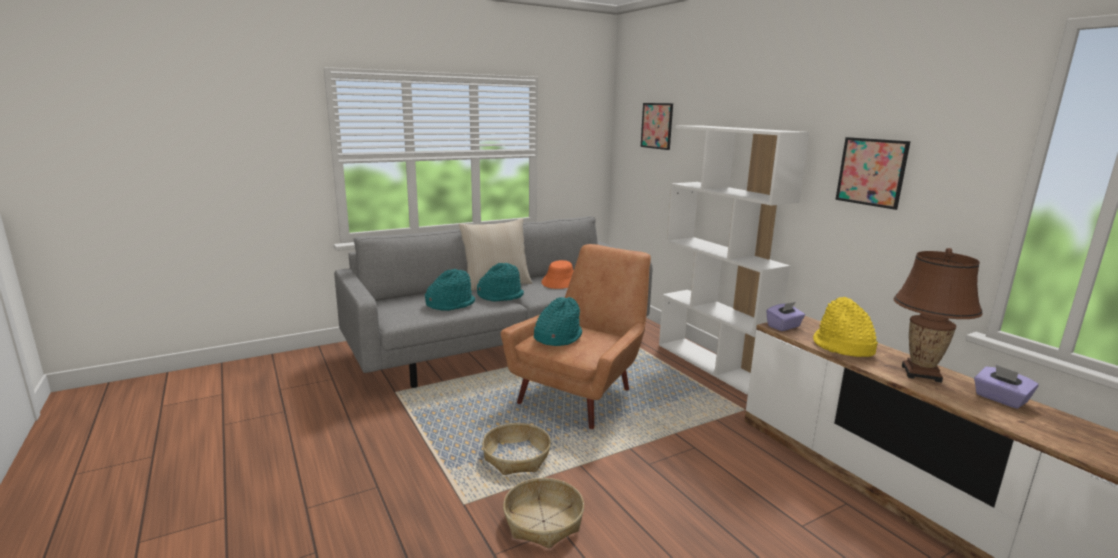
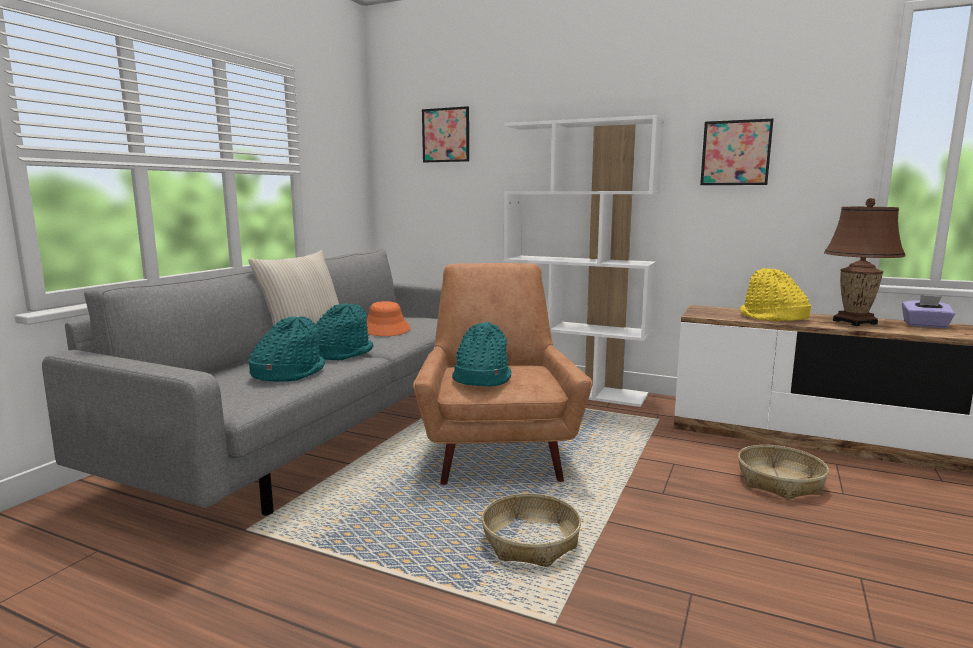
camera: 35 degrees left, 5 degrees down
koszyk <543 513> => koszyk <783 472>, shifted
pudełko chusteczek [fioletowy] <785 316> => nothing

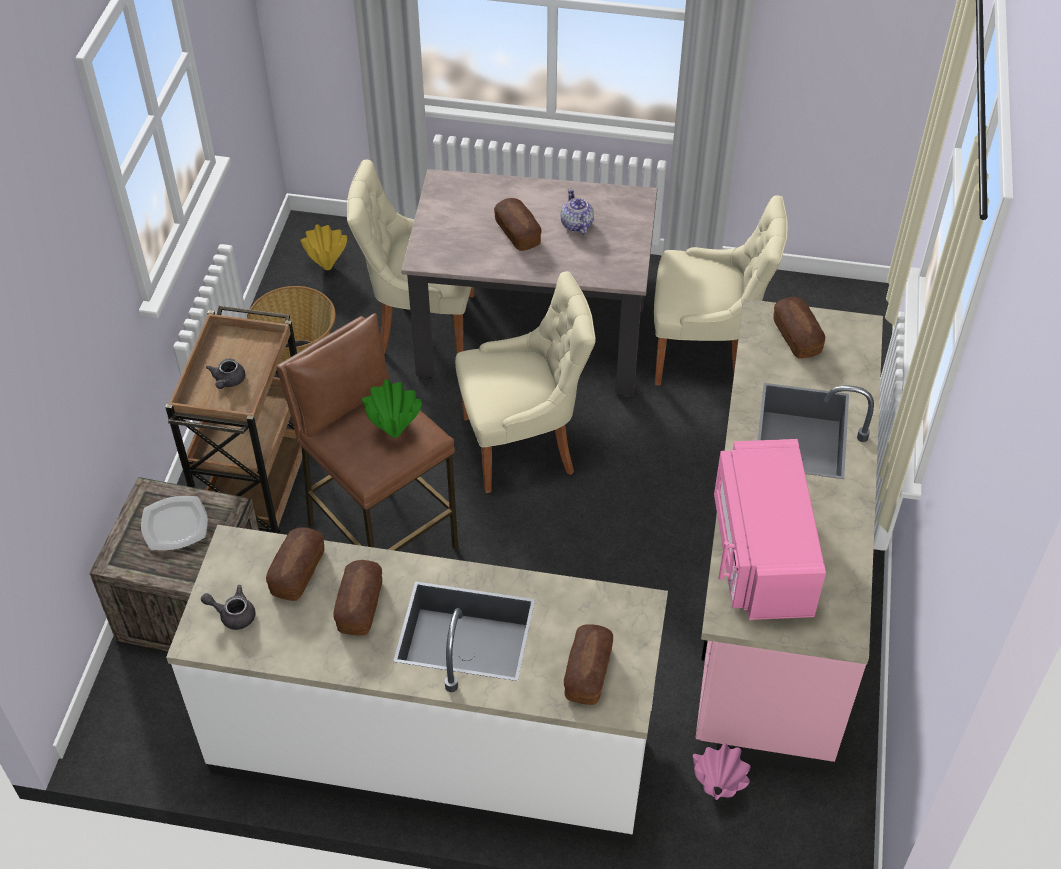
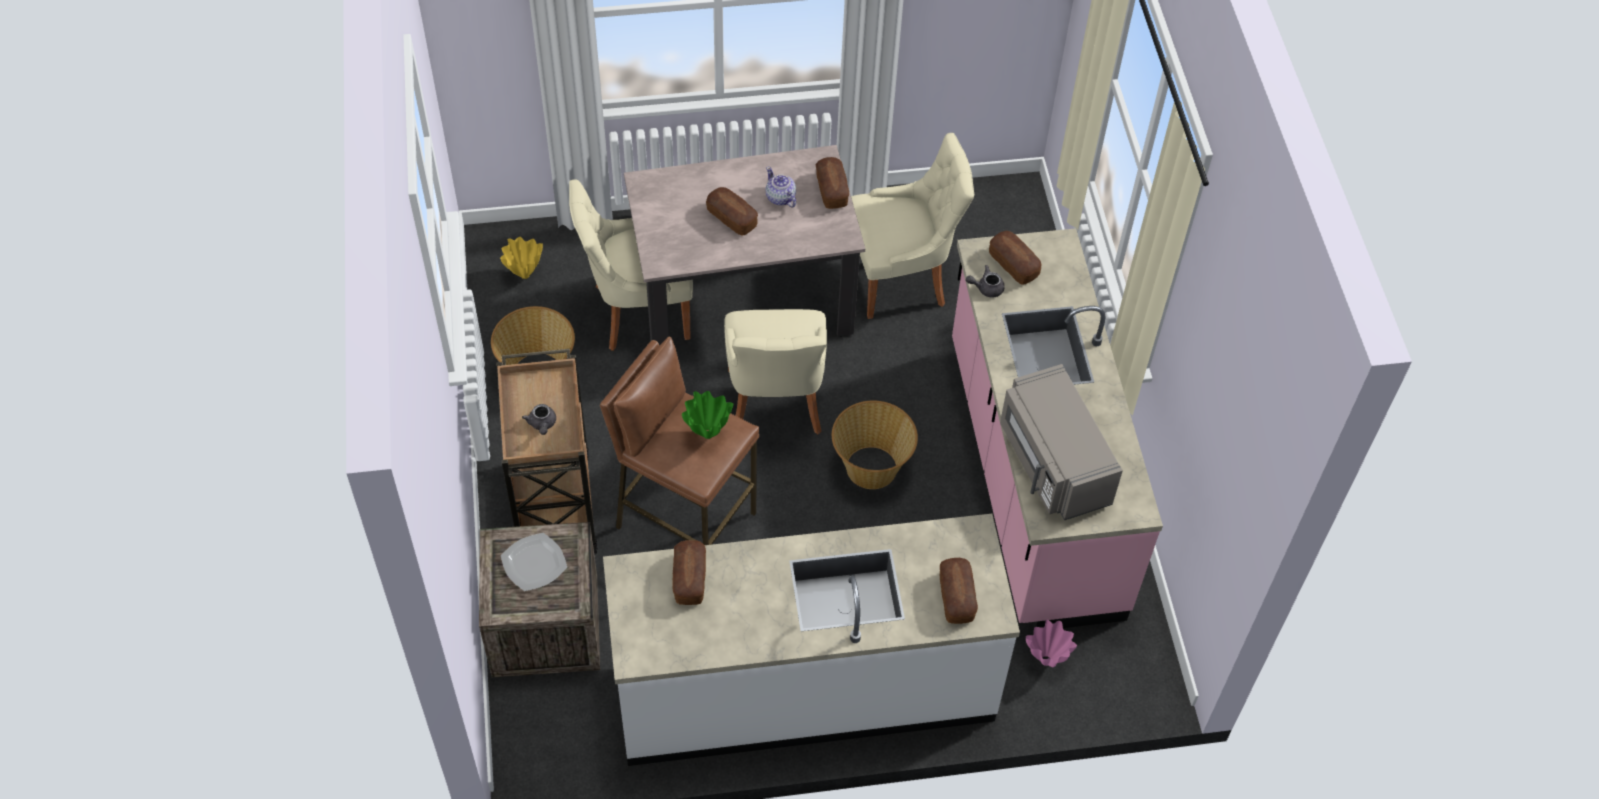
camera: 20 degrees left, 5 degrees up
krzesło [beżowy] <525 382> => krzesło [beżowy] <775 371>, 120 degrees clockwise
chleb <357 598> => chleb <832 183>, shifted
nothing => koszyk <875 445>
imbryk [szary] <228 607> => imbryk [szary] <985 281>, shifted
mikrofalówka [różowy] <770 529> => mikrofalówka [szary] <1061 442>

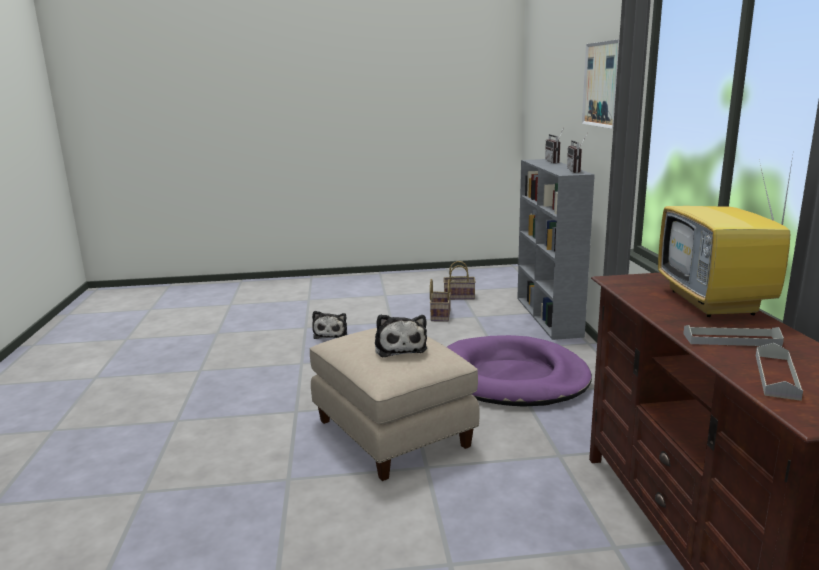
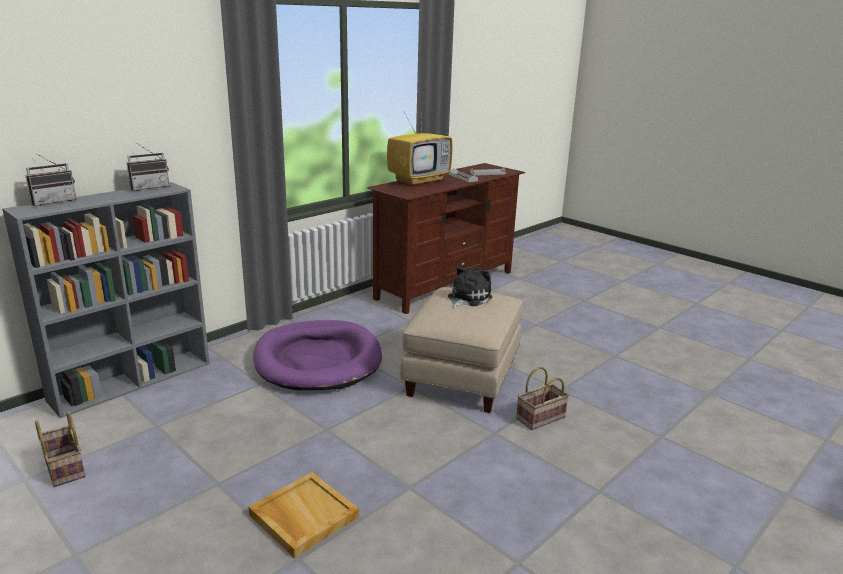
camera: 130 degrees left, 5 degrees up
pluszak <329 325> => taca [beżowy] <303 515>
koszyk <440 300> => koszyk <542 398>, shifted
obraz <600 84> => nothing

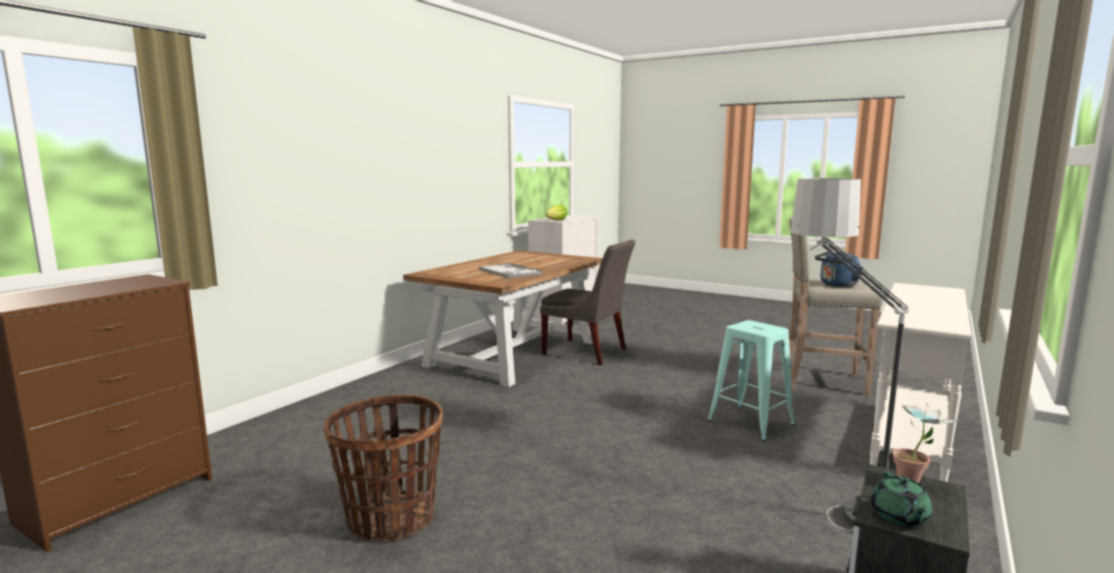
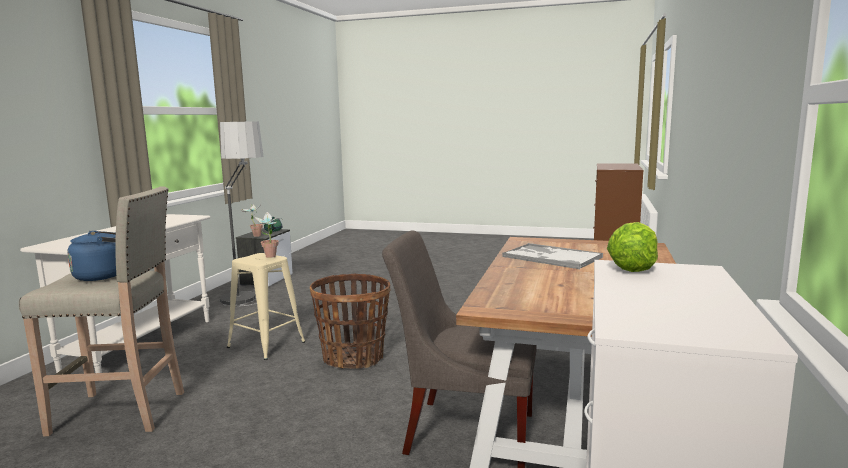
camera: 165 degrees right, 0 degrees up
stołek [turkusowy] <751 381> => stołek [beżowy] <266 306>
nothing => roślina doniczkowa <267 235>
koszyk <383 468> => koszyk <350 321>, shifted

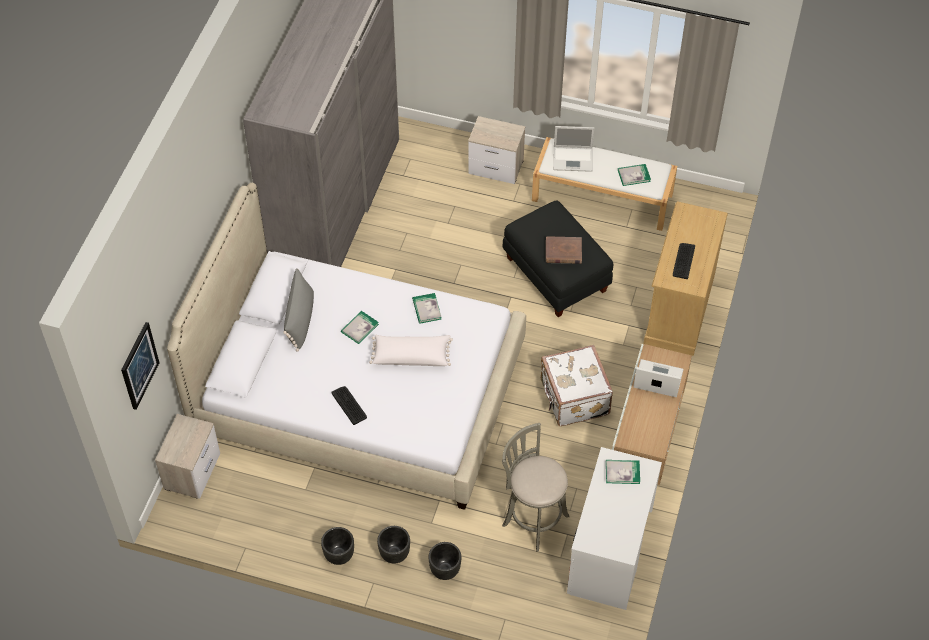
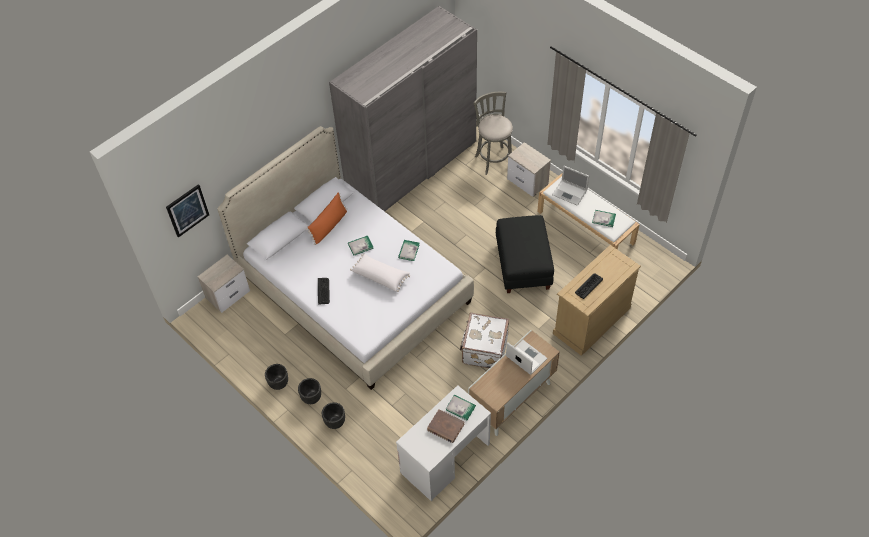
camera: 30 degrees right, 0 degrees up
poduszka [szary] <298 310> => poduszka [pomarańczowy] <326 219>
książka [brązowy] <564 250> => książka [brązowy] <446 426>, shifted
stołek [szary] <536 487> => stołek [szary] <493 133>, shifted

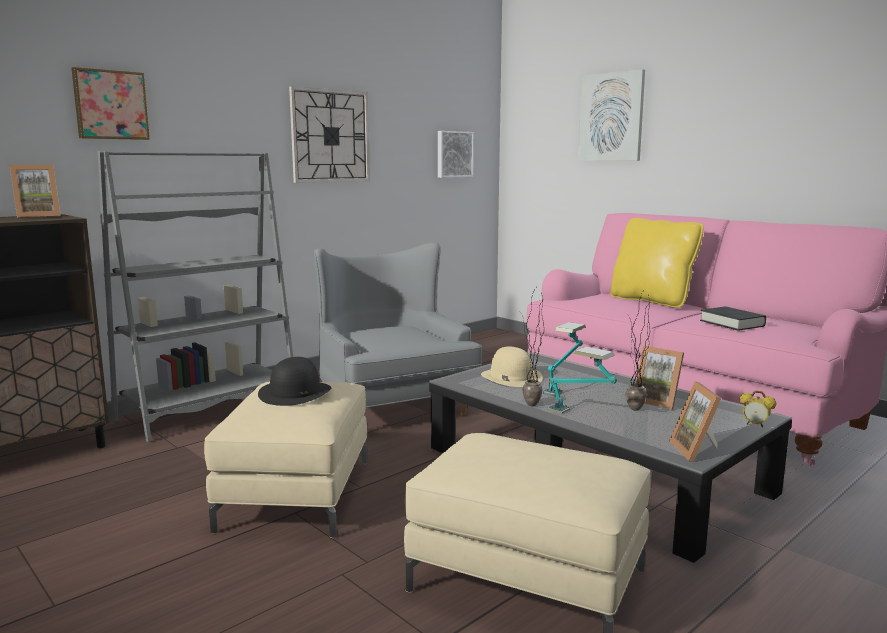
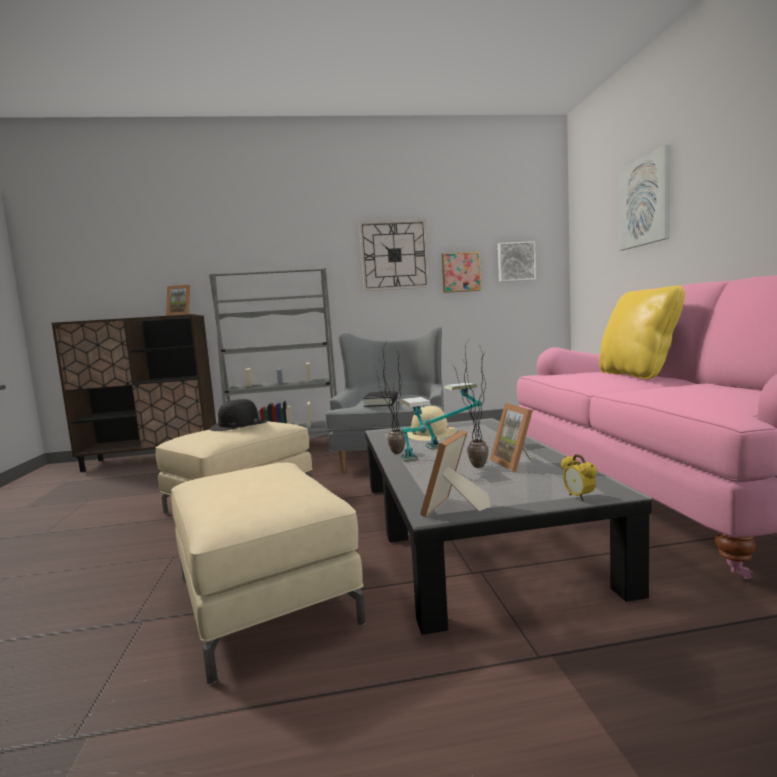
camera: 35 degrees right, 5 degrees down
książka [czarny] <733 318> => książka [czarny] <380 399>, shifted
obraz <110 103> => obraz <461 272>, shifted

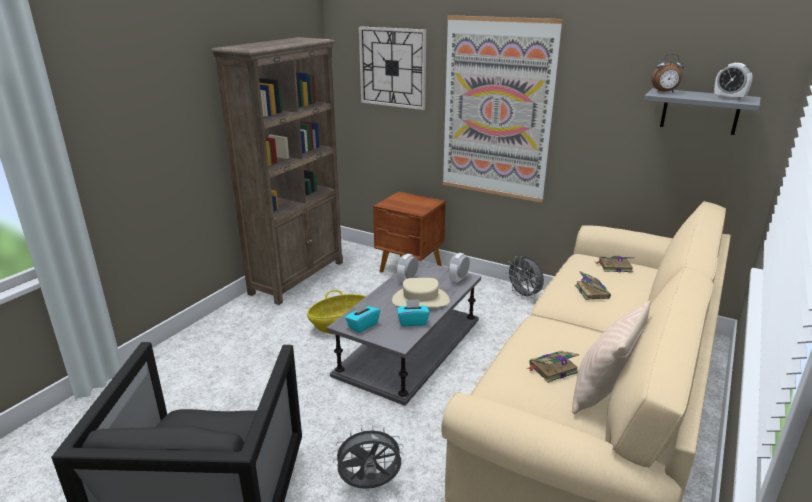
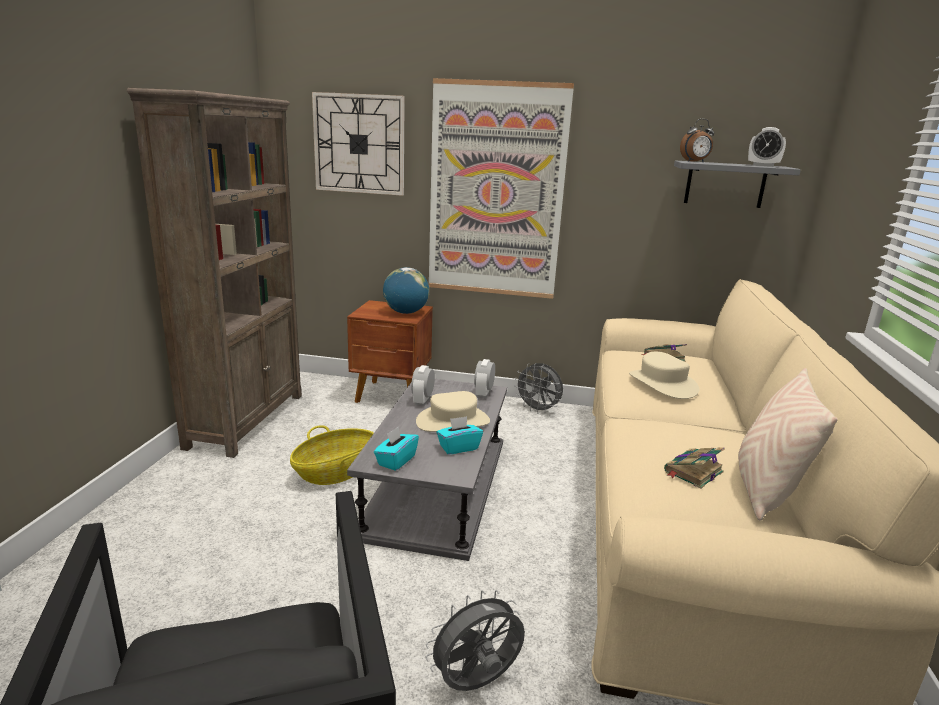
camera: 20 degrees left, 5 degrees down
nothing => globus <406 290>
książka <593 285> => kapelusz [beżowy] <664 375>

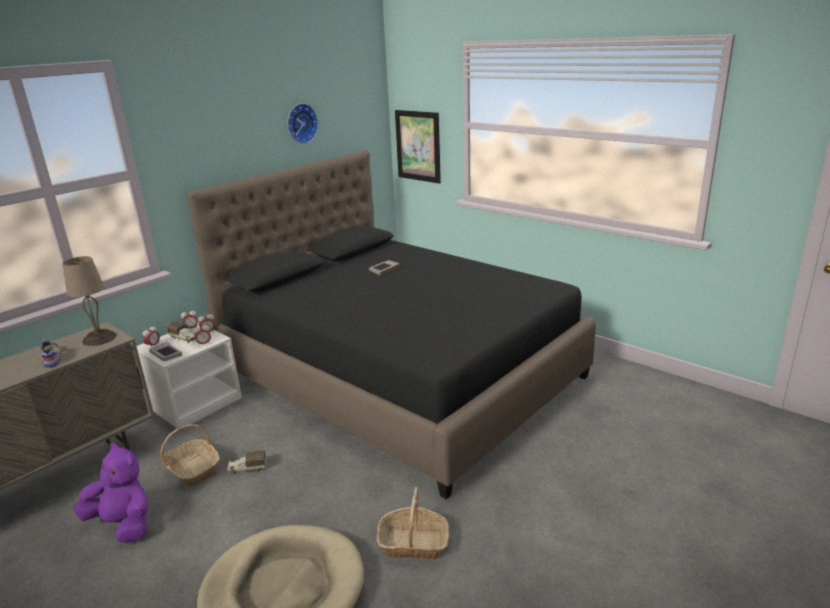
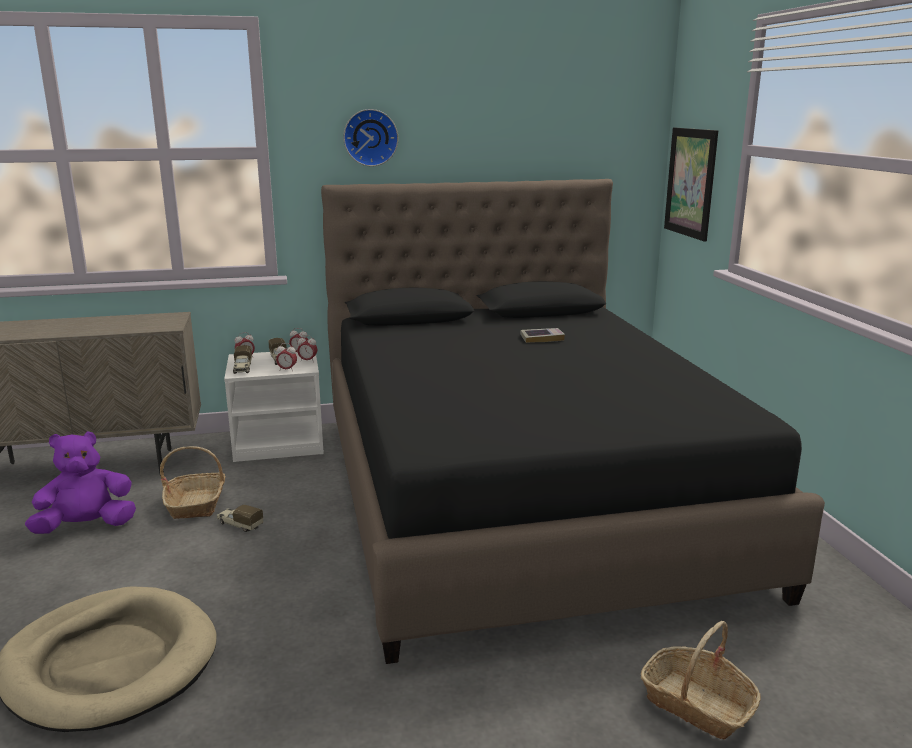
camera: 35 degrees right, 5 degrees down
pluszak [fioletowy] <110 493> => pluszak [fioletowy] <80 482>, 90 degrees counterclockwise
książka <165 351> => ciężarówka zabawkowa <242 359>
zegar ścienny <303 123> => zegar ścienny <370 137>, shifted
koszyk <413 523> => koszyk <701 680>, shifted
but <52 353> => nothing
lampa stołowa [beżowy] <89 301> => nothing

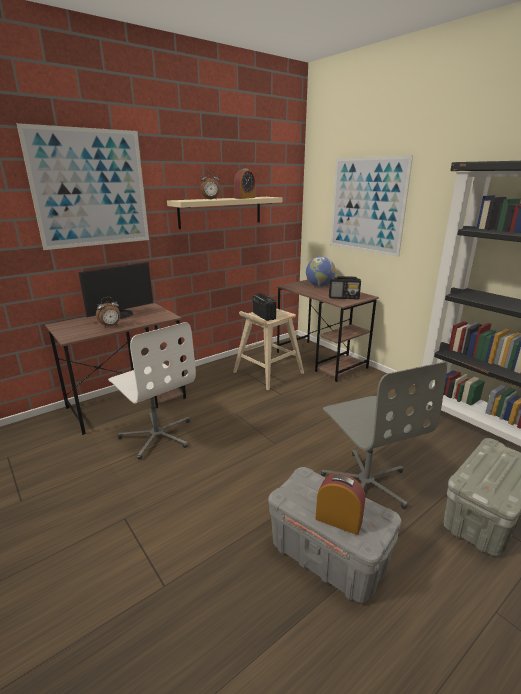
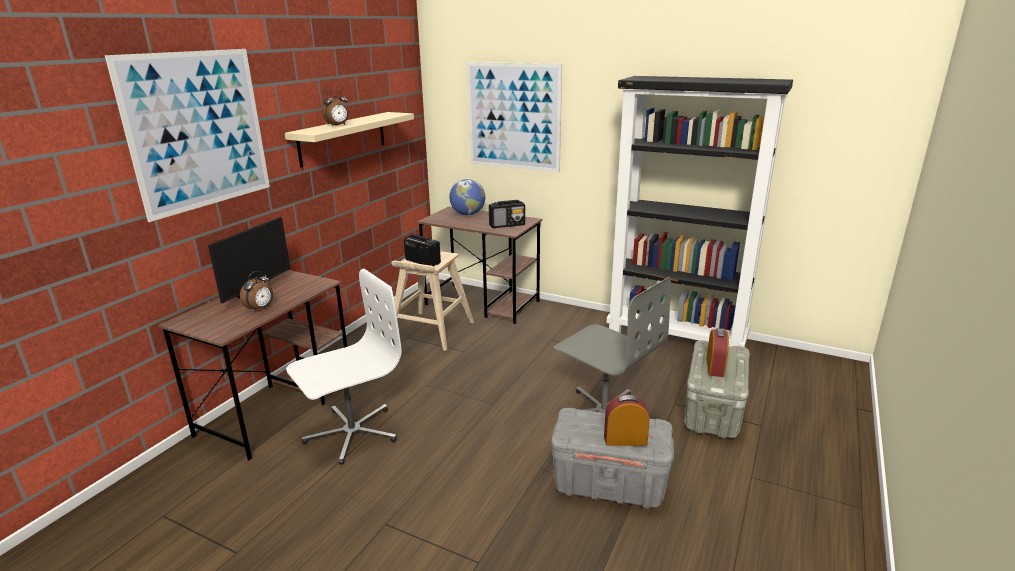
camera: 25 degrees left, 0 degrees up
krzesło biurowe [biały] <152 391> => krzesło biurowe [biały] <343 367>, 60 degrees counterclockwise
budzik <244 183> => budzik <717 352>, shifted

